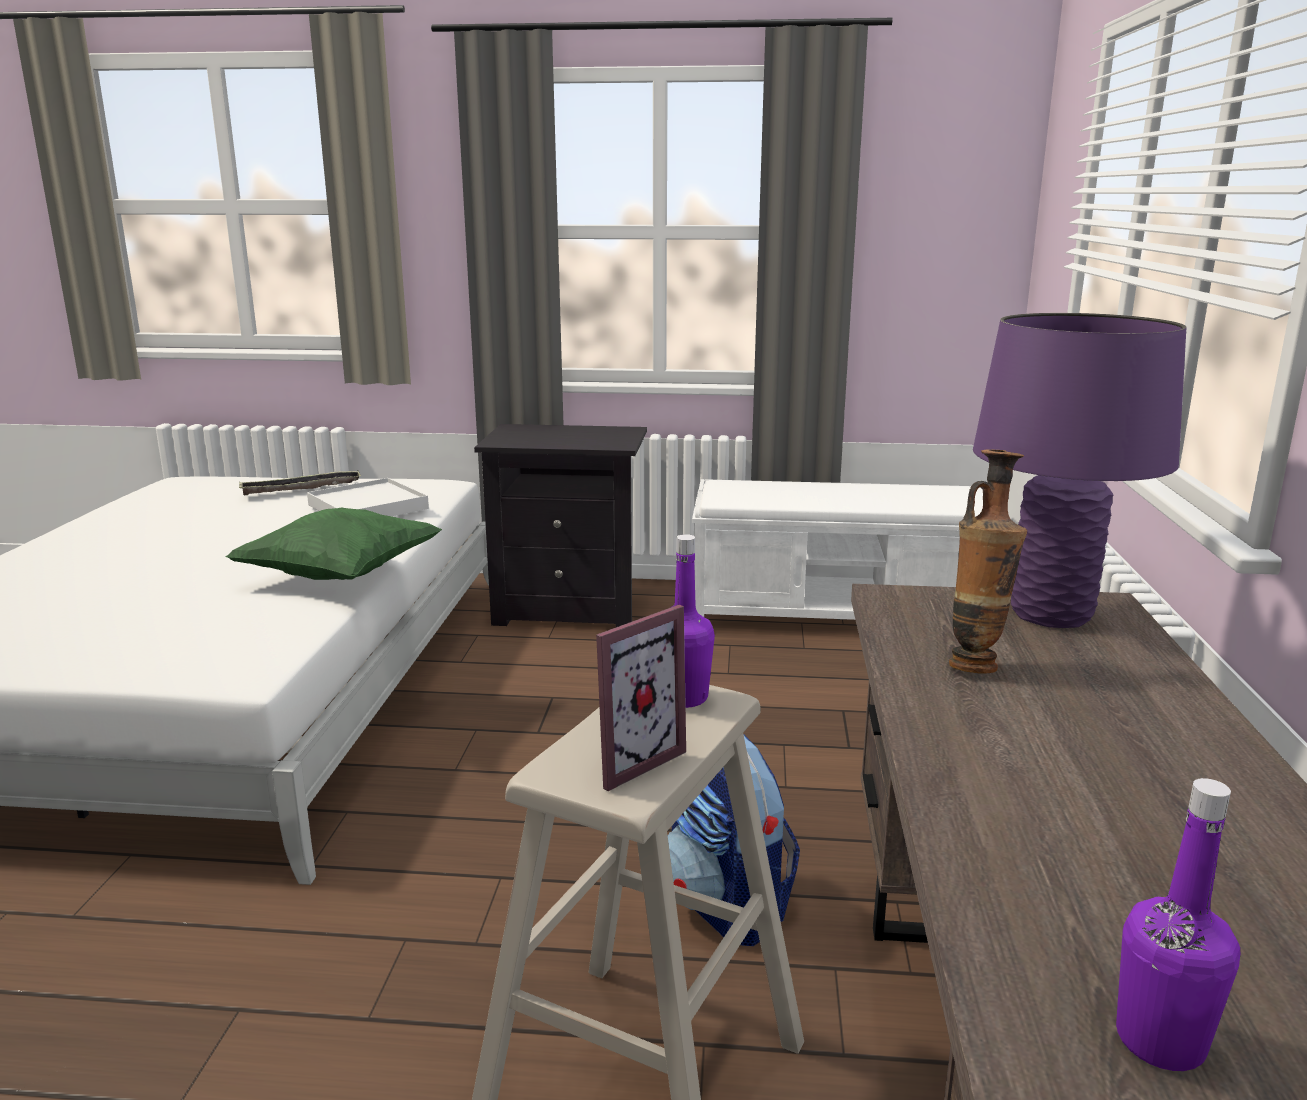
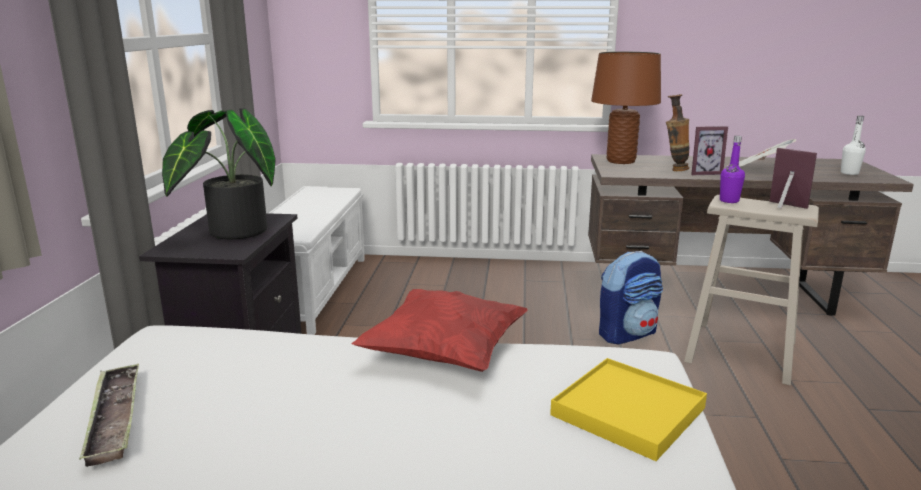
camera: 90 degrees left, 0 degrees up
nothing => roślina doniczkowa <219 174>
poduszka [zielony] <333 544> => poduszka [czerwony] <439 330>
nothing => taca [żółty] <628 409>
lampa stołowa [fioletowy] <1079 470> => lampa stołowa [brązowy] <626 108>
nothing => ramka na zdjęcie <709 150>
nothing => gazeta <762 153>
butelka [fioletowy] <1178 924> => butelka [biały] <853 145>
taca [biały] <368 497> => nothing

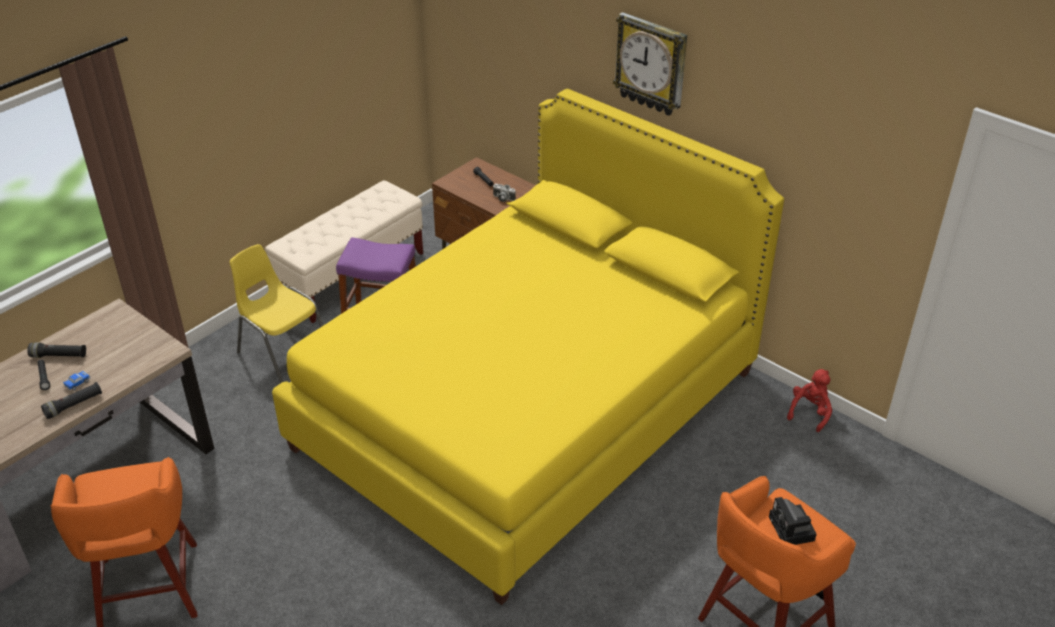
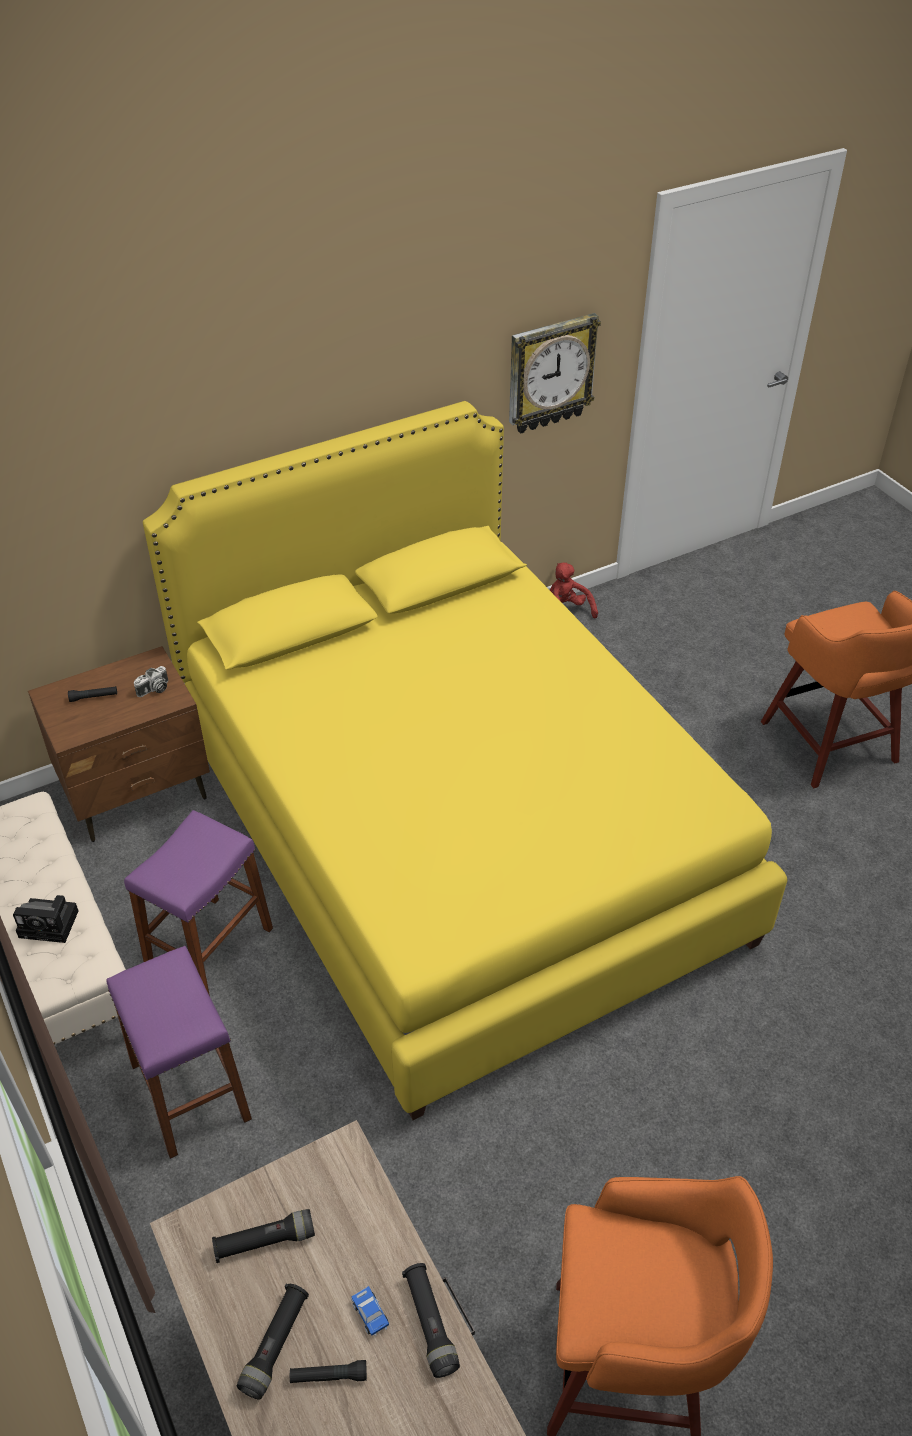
camera: 70 degrees left, 5 degrees up
aparat fotograficzny <793 521> => aparat fotograficzny <46 919>, shifted
krzesło [żółty] <277 313> => stołek [fioletowy] <179 1052>
nothing => latarka [czarny] <263 1236>
zegar ścienny <650 64> => zegar ścienny <555 373>, shifted

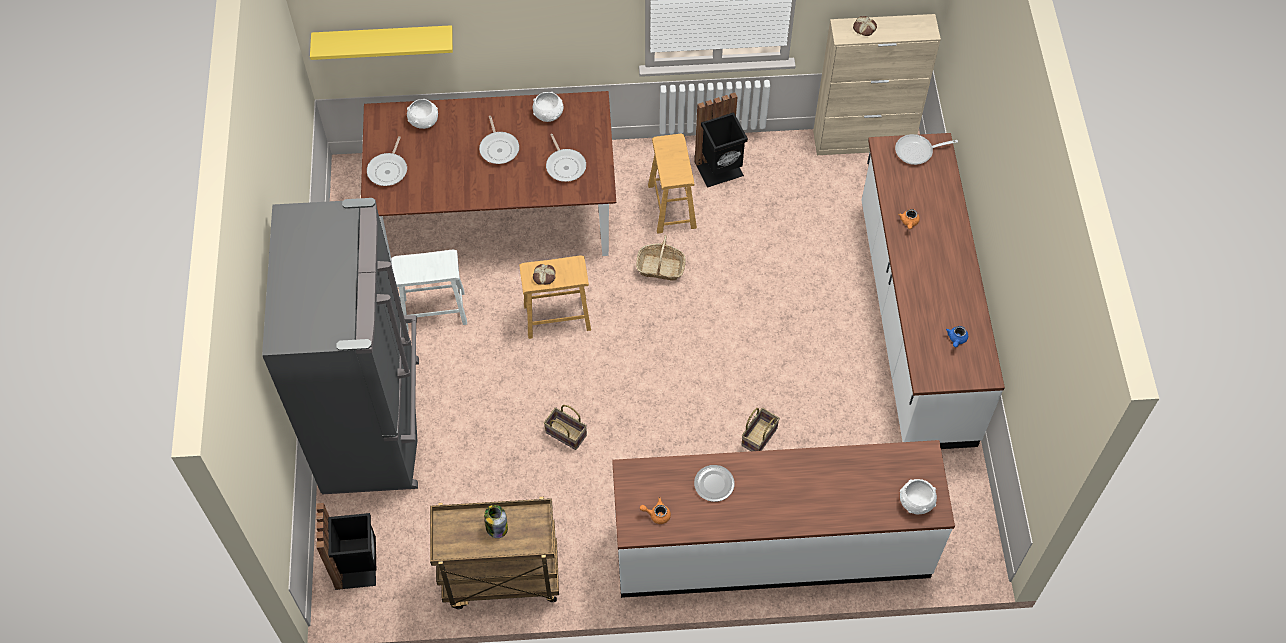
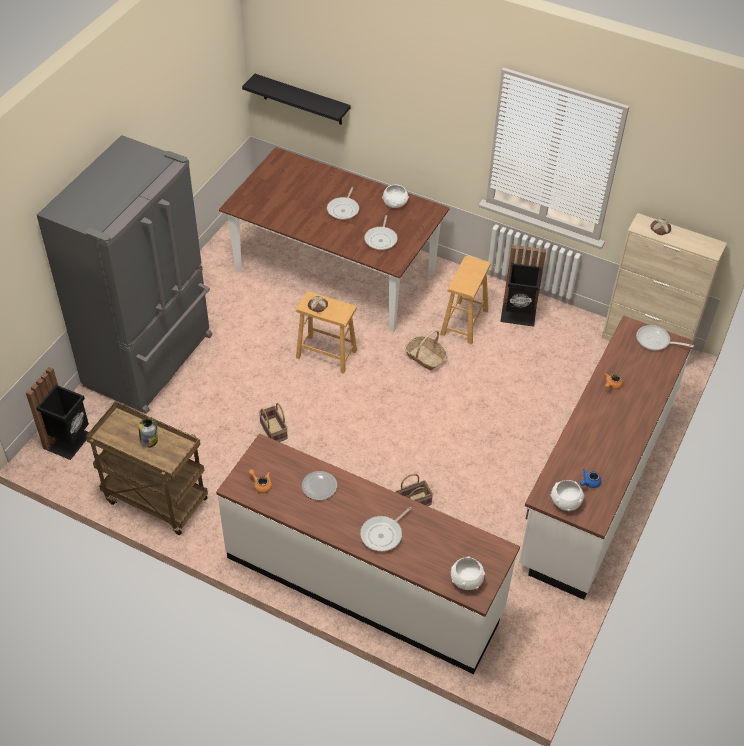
camera: 30 degrees right, 10 degrees down
półka [żółty] <381 42> => półka [czarny] <296 99>
patelnia <387 161> => patelnia <386 529>, shifted
miska [biały] <422 114> => miska [biały] <567 495>, shifted
stołek [biały] <429 290> => nothing

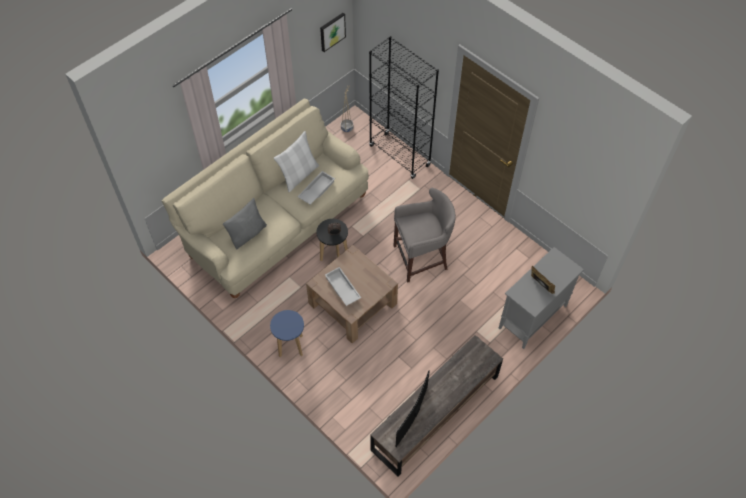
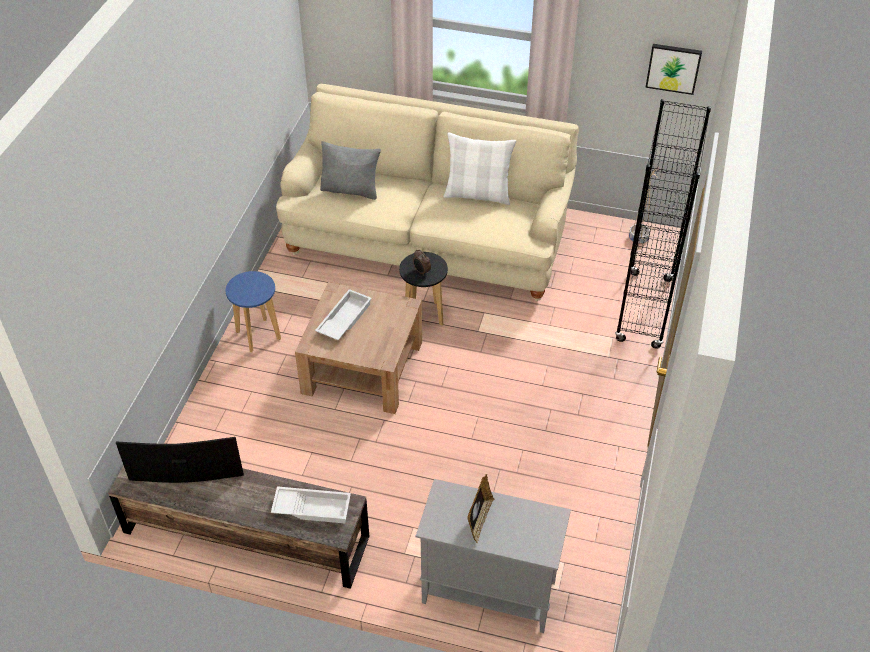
camera: 60 degrees right, 10 degrees down
taca [biały] <316 188> => taca [biały] <311 504>, shifted
stołek [szary] <425 235> => nothing

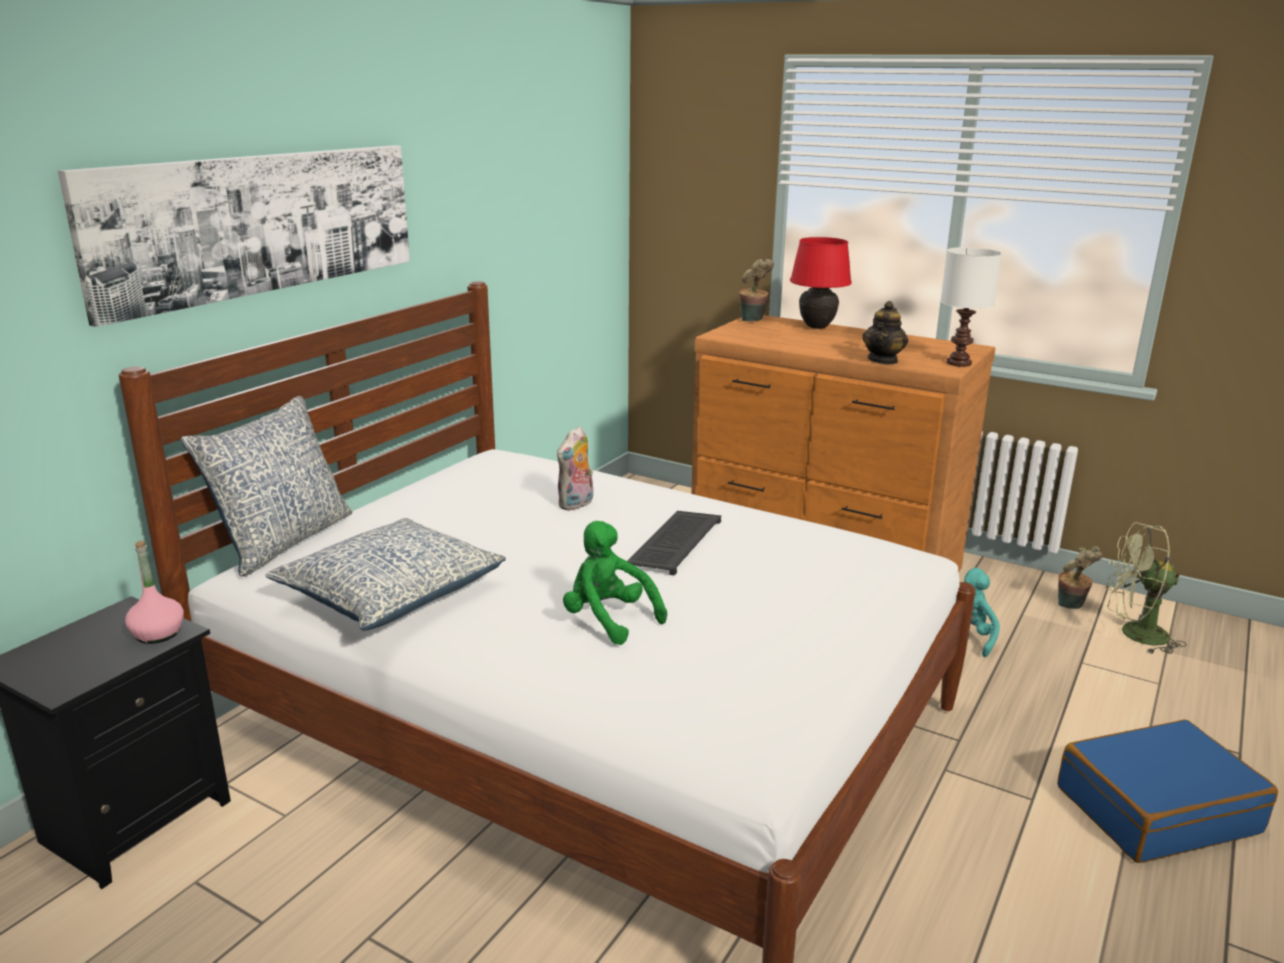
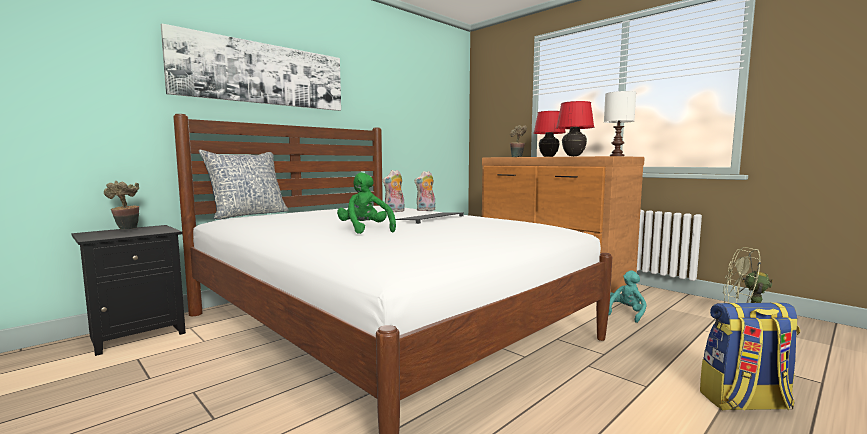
camera: 15 degrees right, 15 degrees down
roślina doniczkowa <1080 577> => roślina doniczkowa <121 205>, shifted
nothing => pluszak <424 191>
imbryk <885 333> => lampa stołowa [czerwony] <575 128>
walizka [niebieski] <1167 791> => plecak <750 356>
butelka [różowy] <154 592> => nothing
poduszka <385 574> => nothing

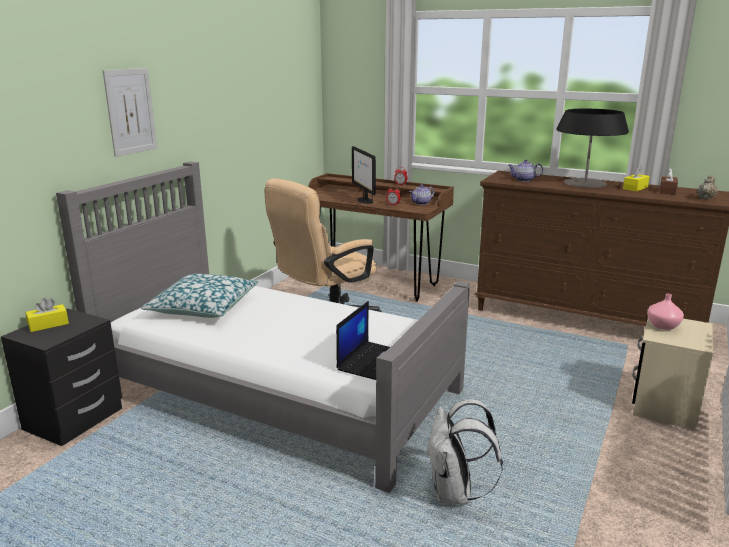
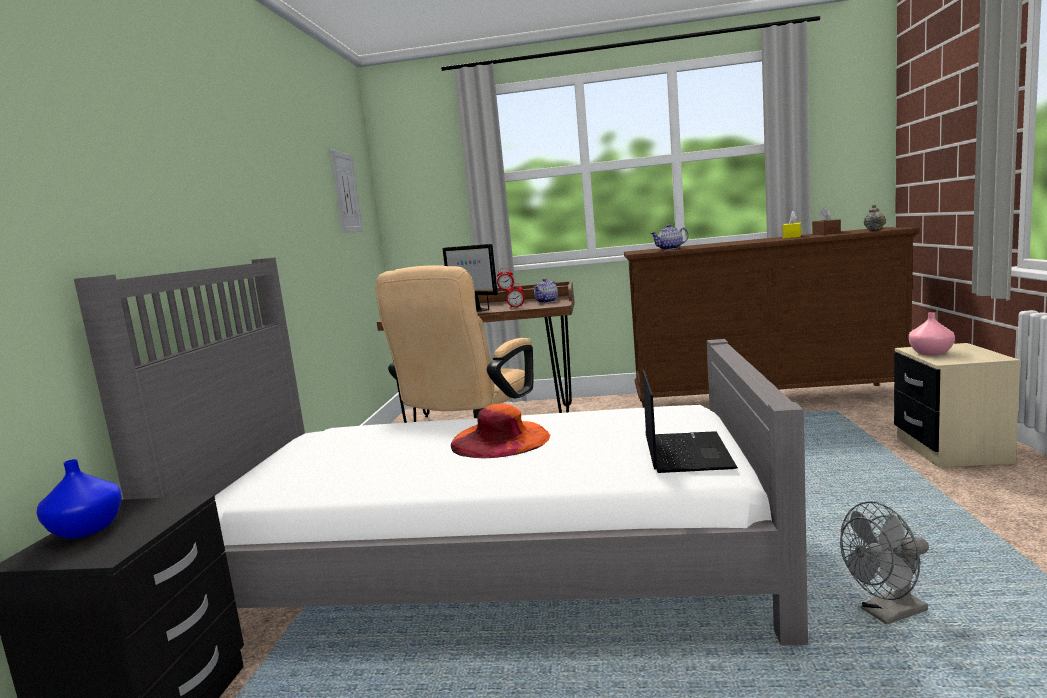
camera: 20 degrees left, 10 degrees down
pudełko chusteczek [żółty] <47 315> => wazon [niebieski] <79 499>
obraz <130 112> => obraz <346 191>, shifted
nothing => kapelusz [pomarańczowy] <500 431>
plecak [biały] <465 452> => wentylator [szary] <884 563>
poduszka <199 296> => nothing
lampa stołowa <592 148> => nothing

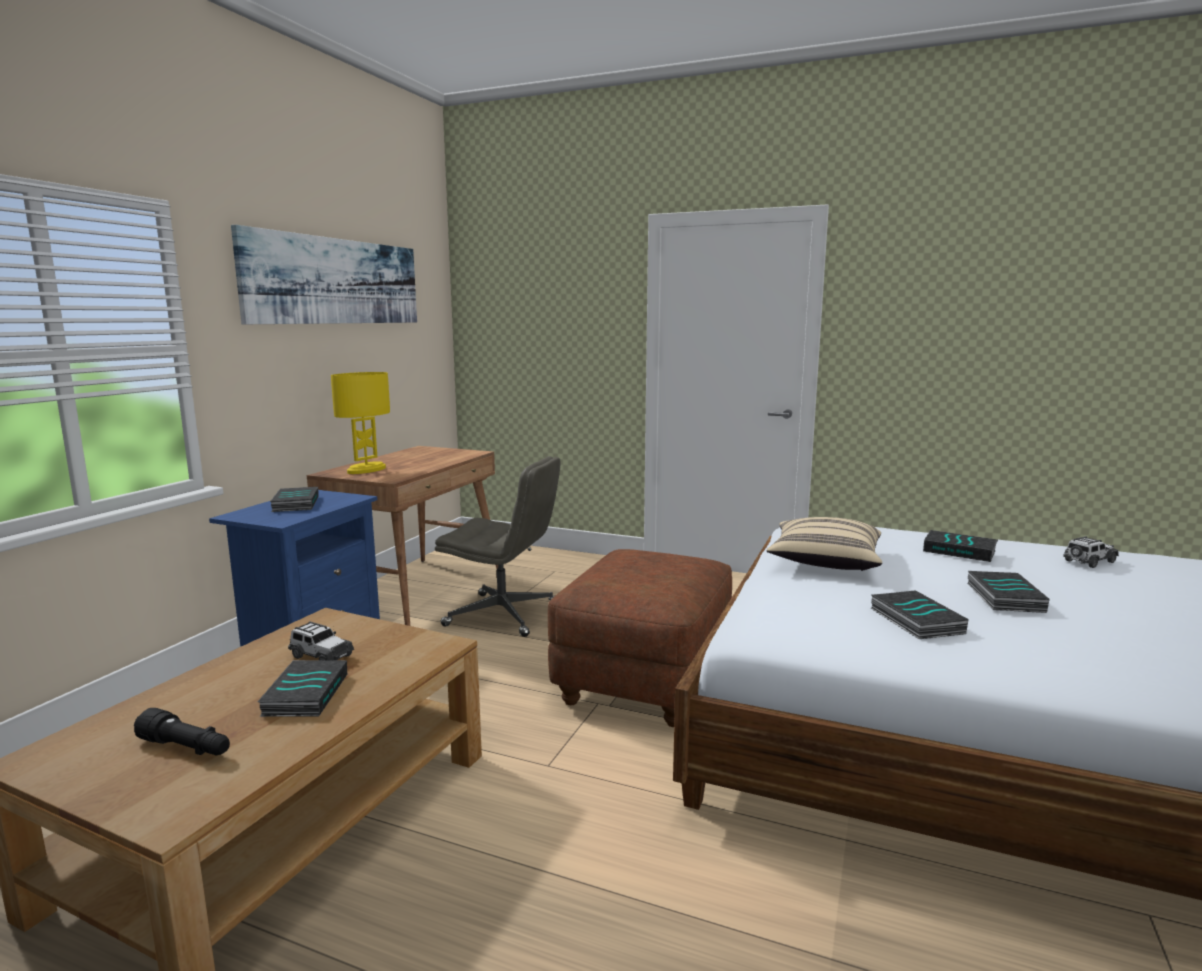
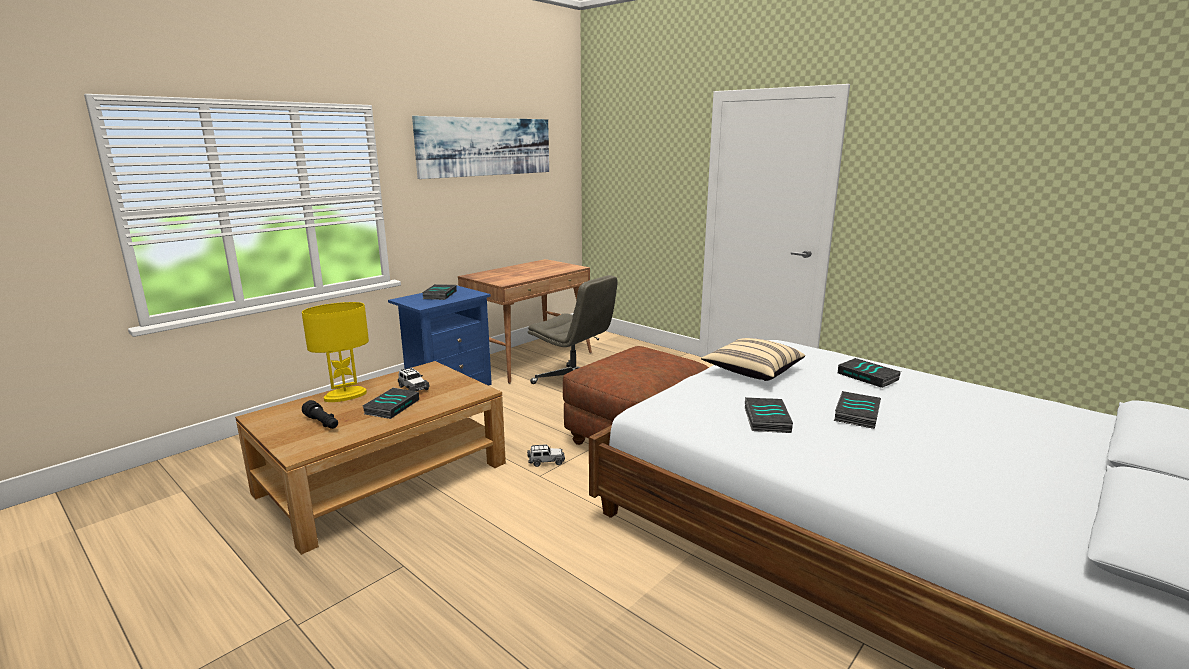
camera: 20 degrees right, 5 degrees up
lampa stołowa [żółty] <360 423> => lampa stołowa [żółty] <335 352>, shifted
samochodzik <1091 552> => samochodzik <546 455>, shifted

